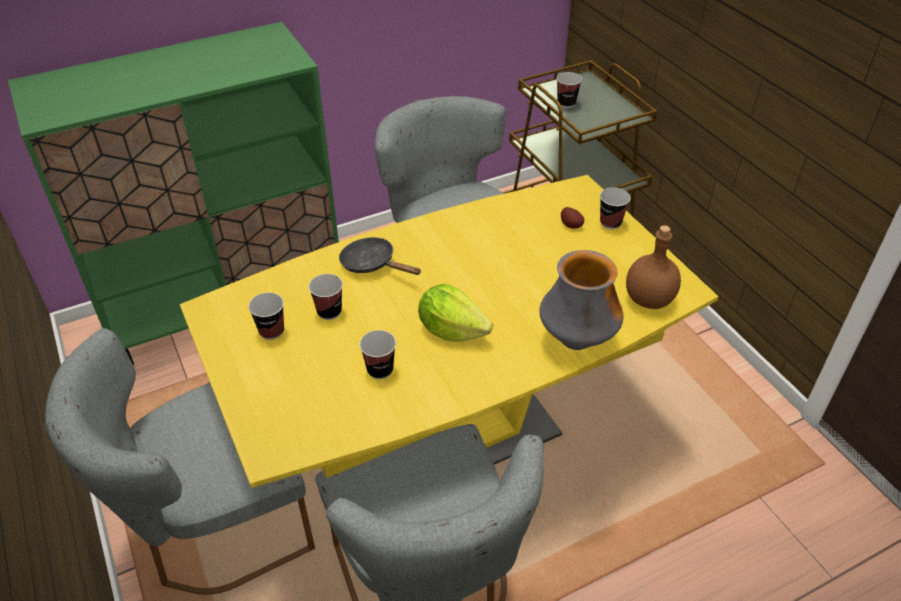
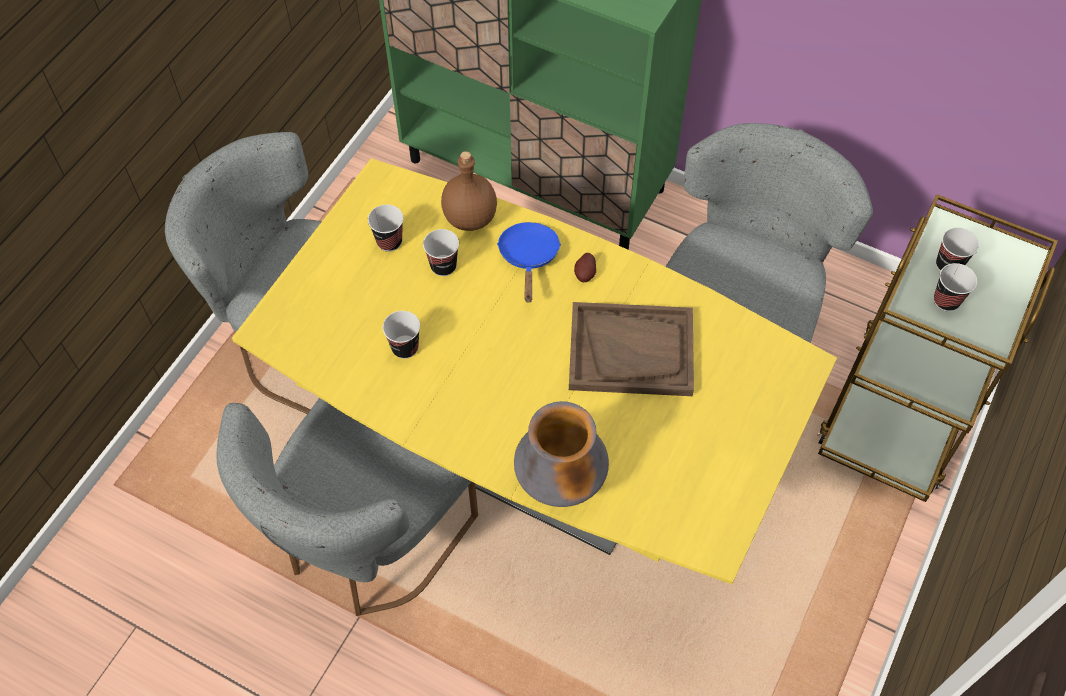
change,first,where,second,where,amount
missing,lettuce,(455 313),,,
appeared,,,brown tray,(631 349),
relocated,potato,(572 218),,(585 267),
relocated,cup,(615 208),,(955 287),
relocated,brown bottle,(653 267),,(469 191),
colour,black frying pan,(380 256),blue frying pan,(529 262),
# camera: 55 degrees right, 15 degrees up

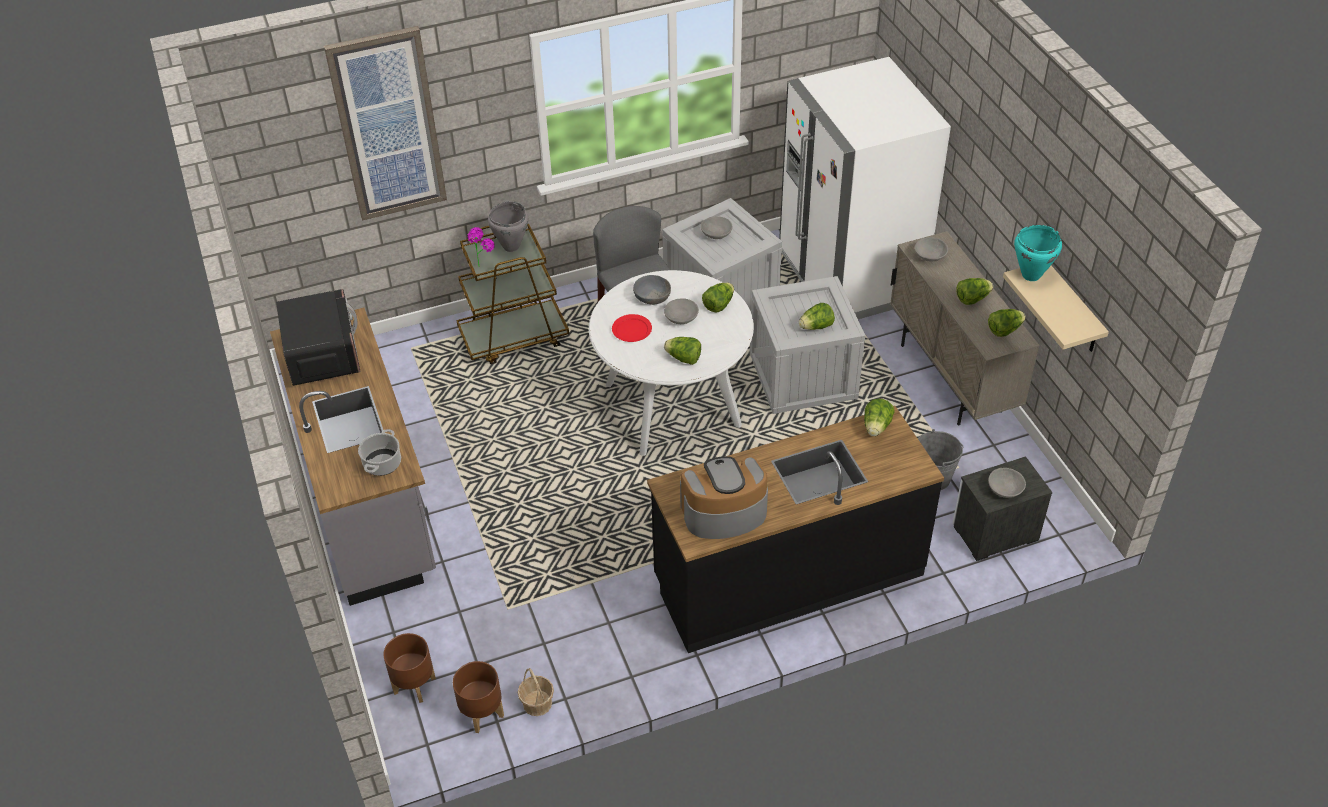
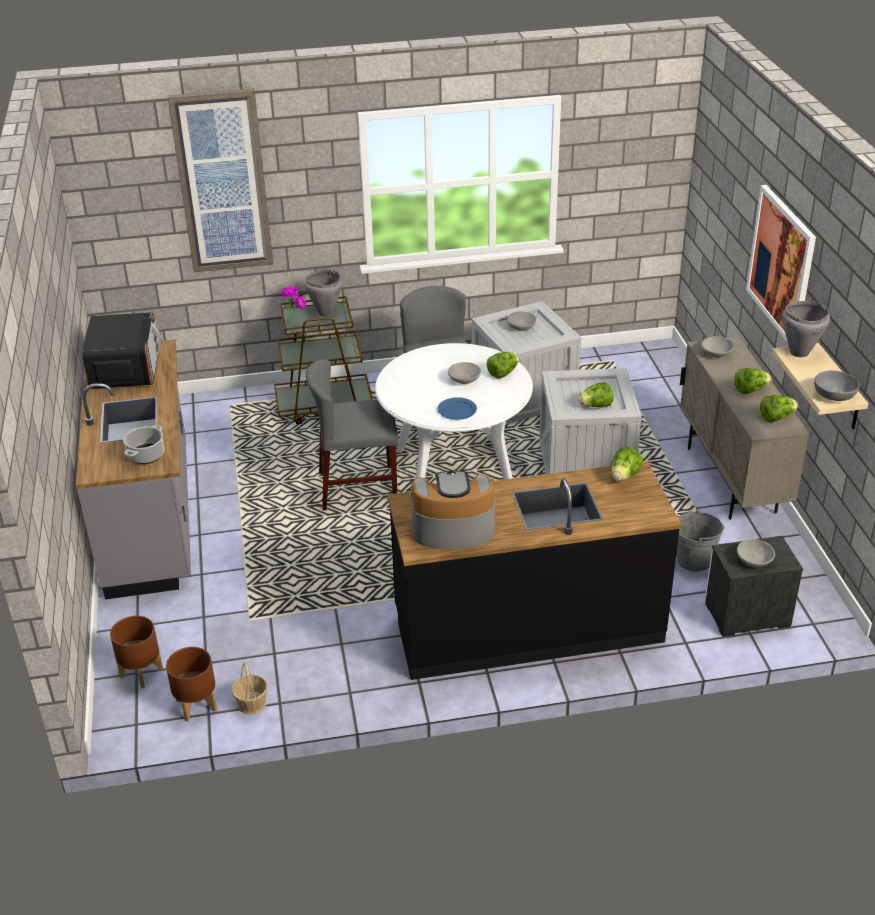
change,first,where,second,where,amount
missing,red plate,(632 328),,,
missing,white fridge,(865 188),,,
appeared,,,grey chair,(352 435),
appeared,,,picture,(781 264),
relocated,grey bowl,(652 290),,(837 385),
exchanged,lettuce,(682 351),blue plate,(457 408),
colour,turquoise cooking pot,(1038 253),grey cooking pot,(806 329),
# camera: 10 degrees right, 10 degrees down

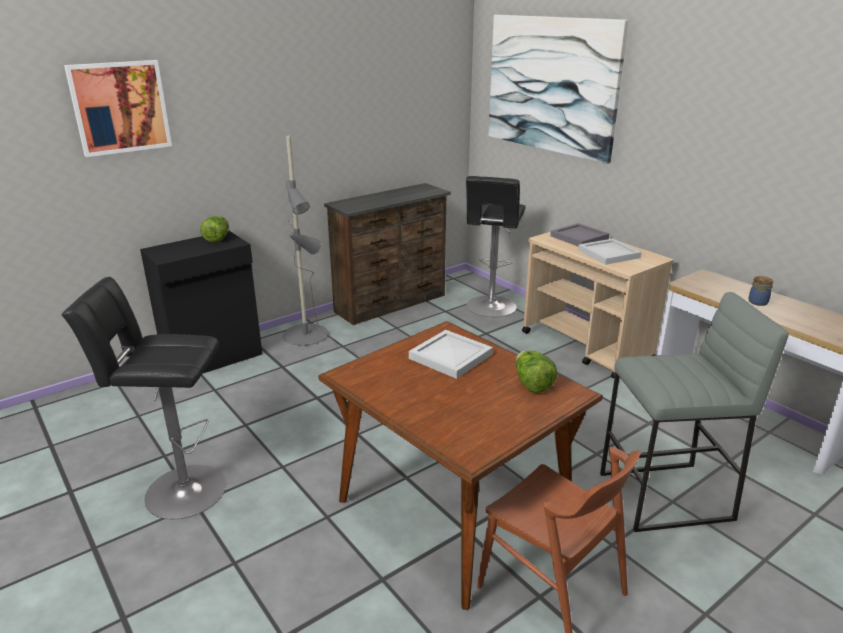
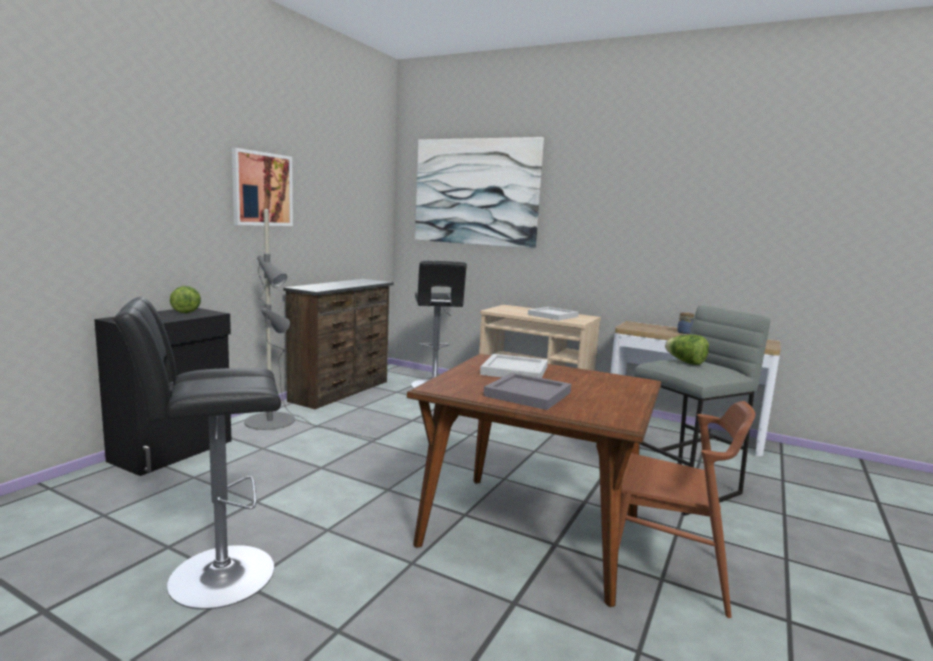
change,first,where,second,where,amount
relocated,picture,(118 108),,(262 187),
relocated,lettuce,(537 371),,(687 350),
relocated,grey tray,(579 234),,(527 391),
# camera: 25 degrees left, 15 degrees down

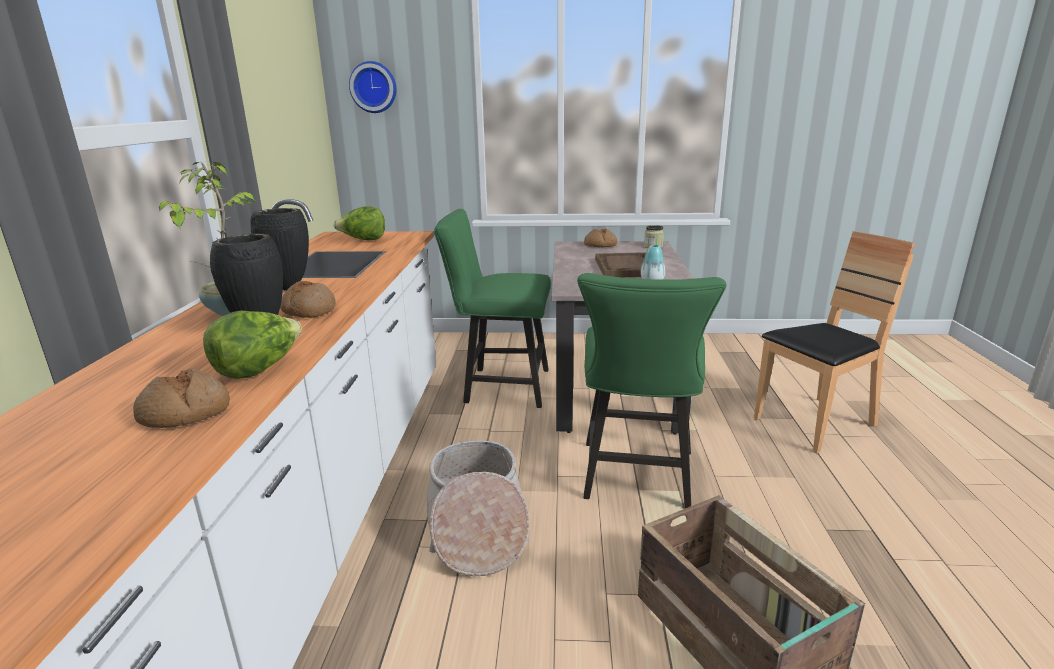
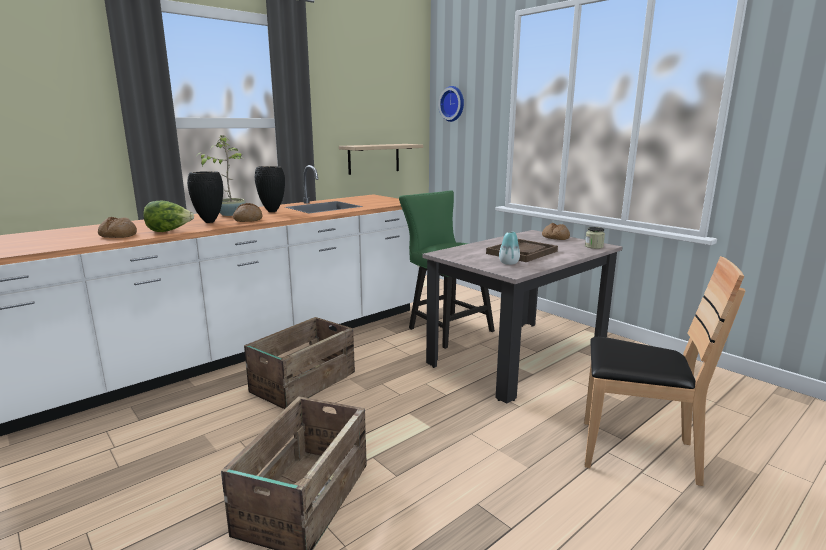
change,first,where,second,where,amount
missing,lettuce,(359 223),,,
missing,green chair,(652 390),,,
appeared,,,shelf,(381 159),
exchanged,basket,(478 508),crate,(299 363),
# camera: 45 degrees right, 5 degrees down

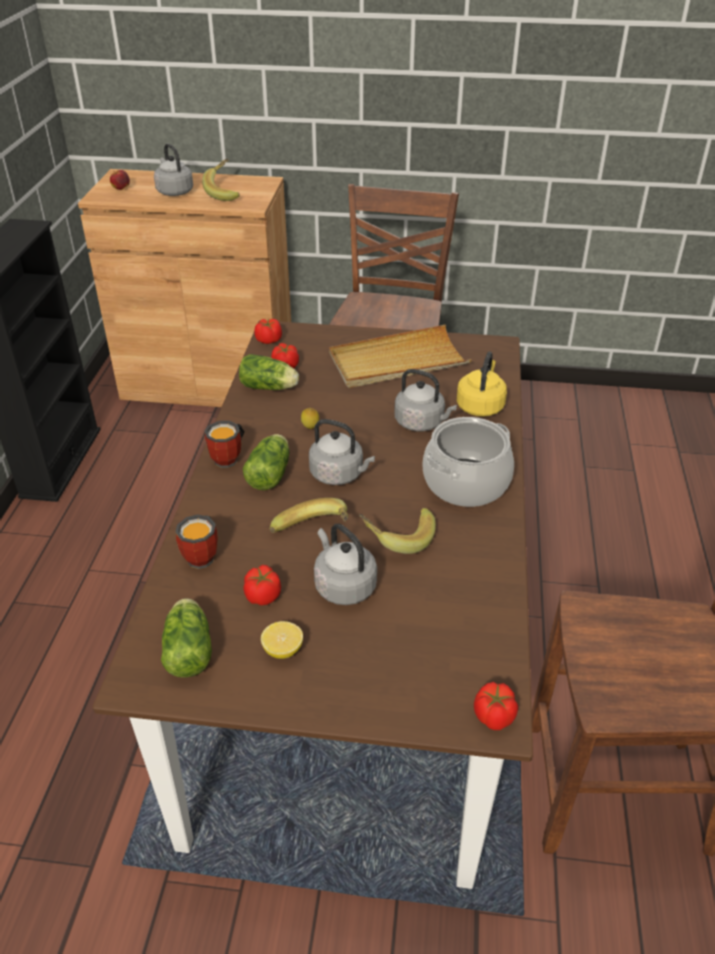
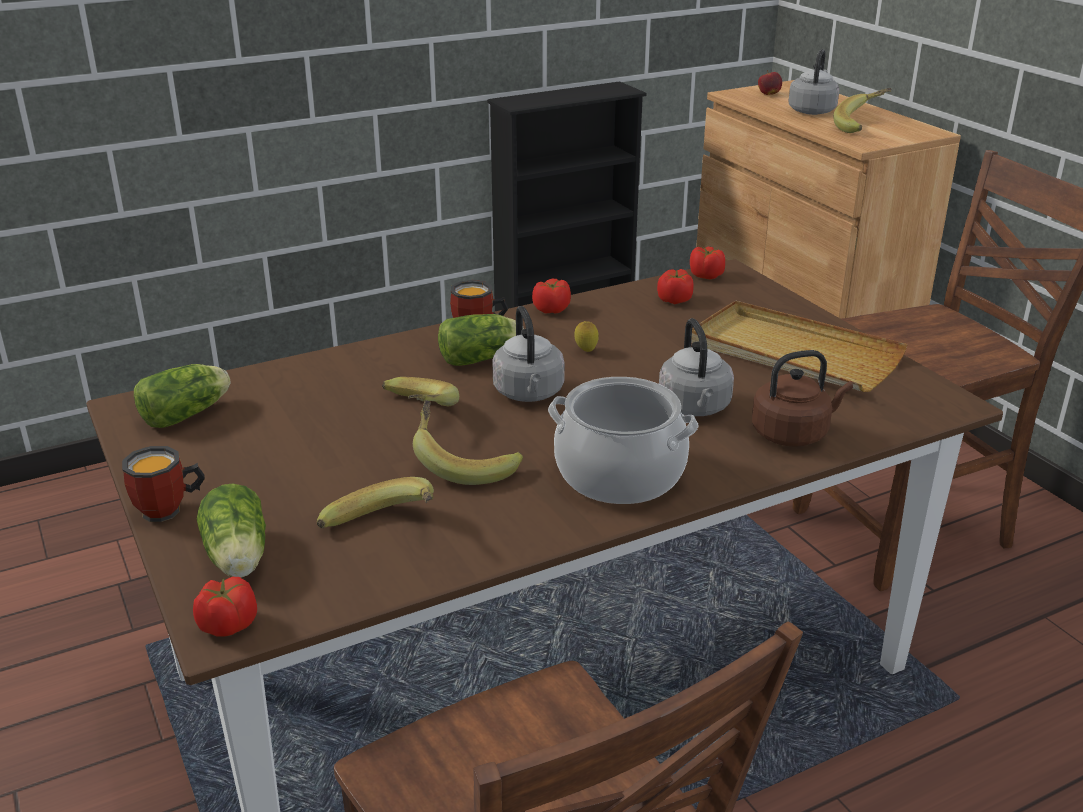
change,first,where,second,where,amount
missing,lemon,(282 640),,,
missing,grey kettle,(345 564),,,
appeared,,,banana,(375 502),
relocated,mug,(196 542),,(163 484),
relocated,lettuce,(269 372),,(231 530),
relocated,tomato,(262 585),,(551 296),
colour,yellow kettle,(482 384),brown kettle,(802 398),
# camera: 55 degrees right, 10 degrees down

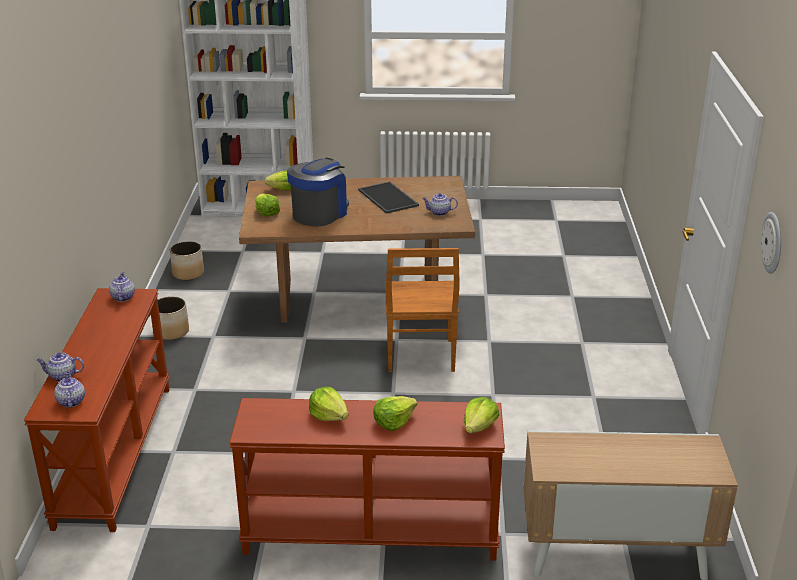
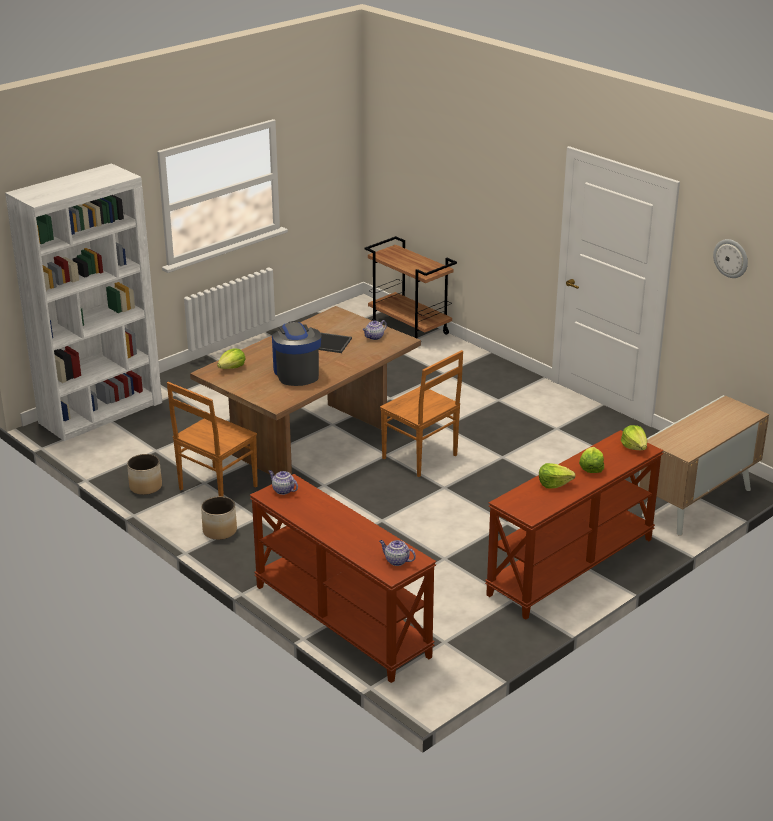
change,first,where,second,where,amount
missing,teapot,(60 367),,,
missing,lettuce,(267 204),,,
appeared,,,brown chair,(212 439),
appeared,,,brown cart,(411 287),
# camera: 45 degrees left, 0 degrees up

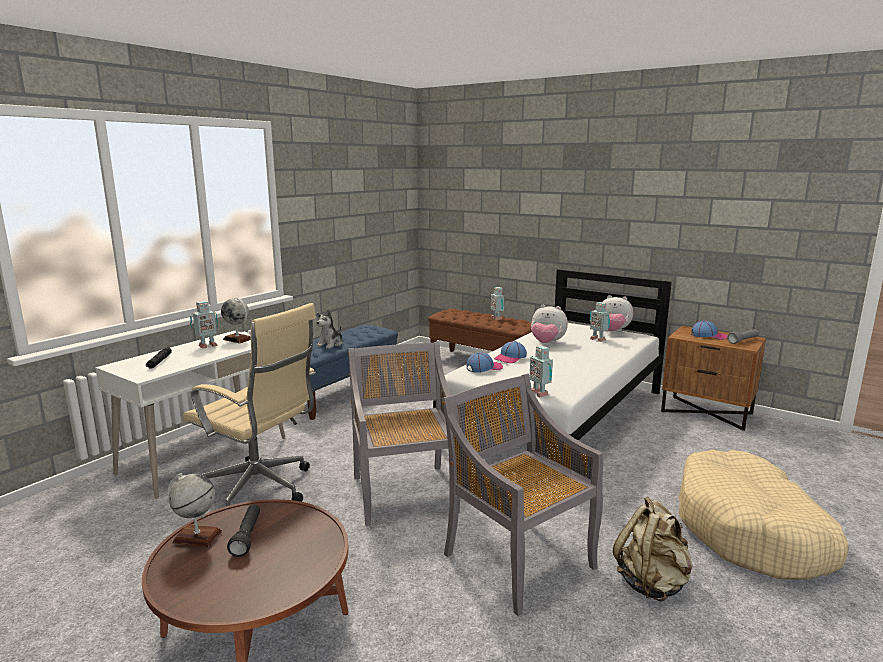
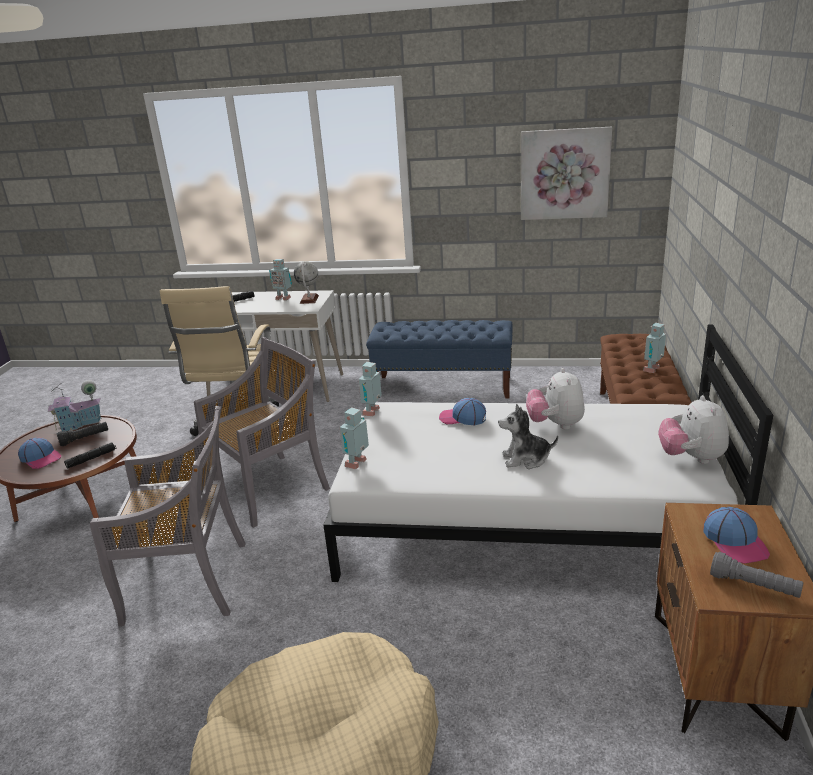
change,first,where,second,where,amount
missing,beige backpack,(653 549),,,
appeared,,,black flashlight,(90 456),
appeared,,,picture,(566 173),
relocated,plush toy,(329 329),,(528 436),
relocated,cap,(484 362),,(39 453),
relocated,toy robot,(600 322),,(370 389),
exchanged,globe,(195 510),toy house,(74 406),
spun,grey chair,(522 495),,(168 516),60 degrees clockwise
# camera: 65 degrees right, 10 degrees up

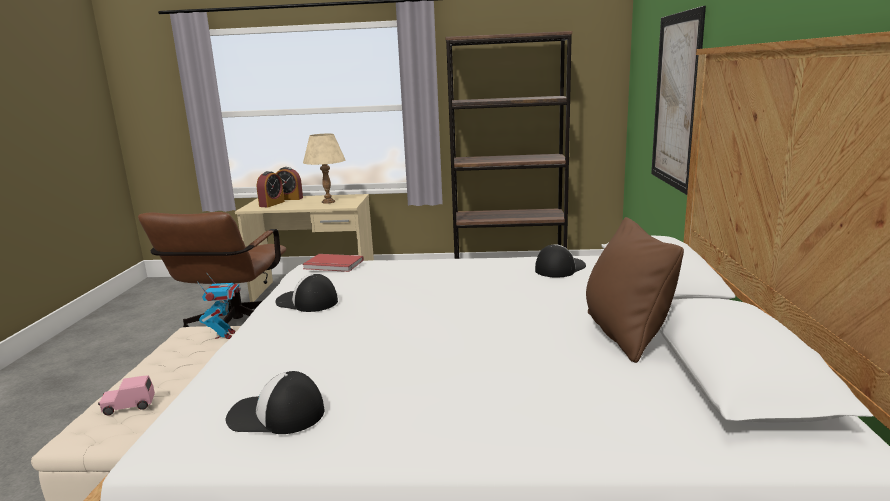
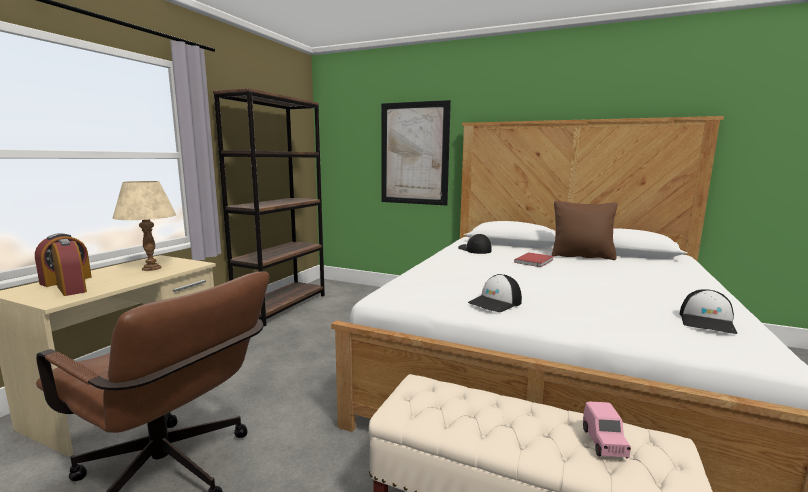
change,first,where,second,where,amount
missing,toy robot,(219 307),,,
relocated,red book,(333 263),,(534 259),
# camera: 70 degrees left, 5 degrees down

